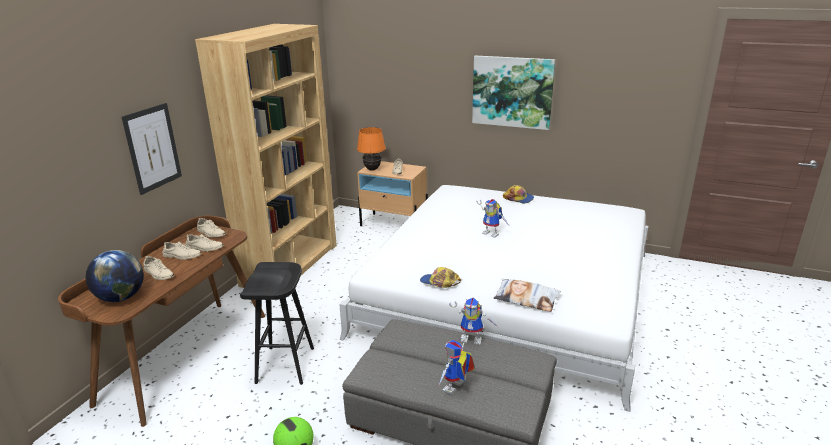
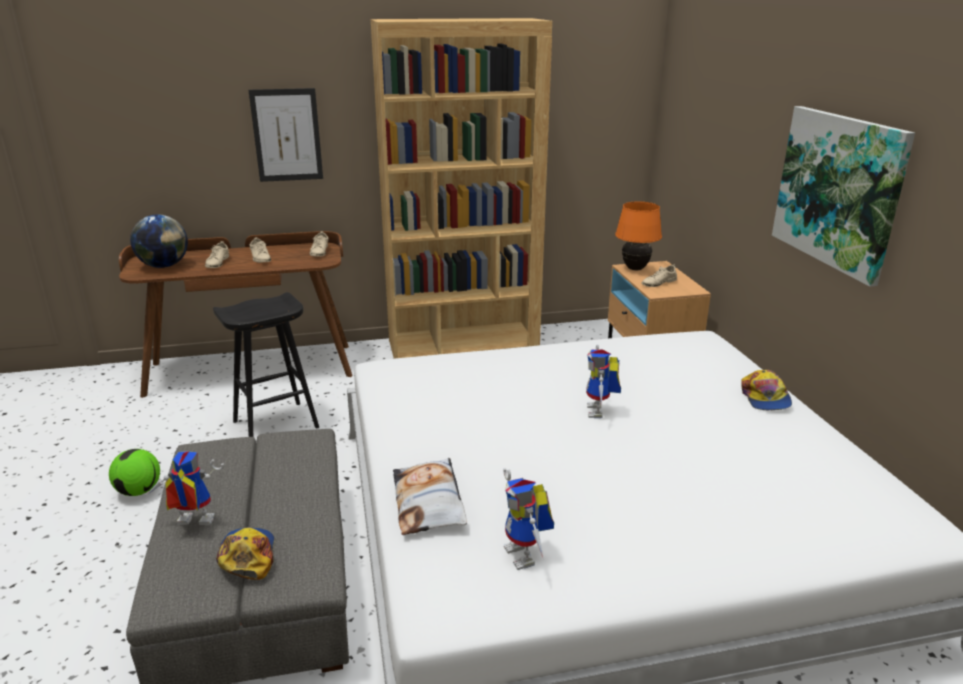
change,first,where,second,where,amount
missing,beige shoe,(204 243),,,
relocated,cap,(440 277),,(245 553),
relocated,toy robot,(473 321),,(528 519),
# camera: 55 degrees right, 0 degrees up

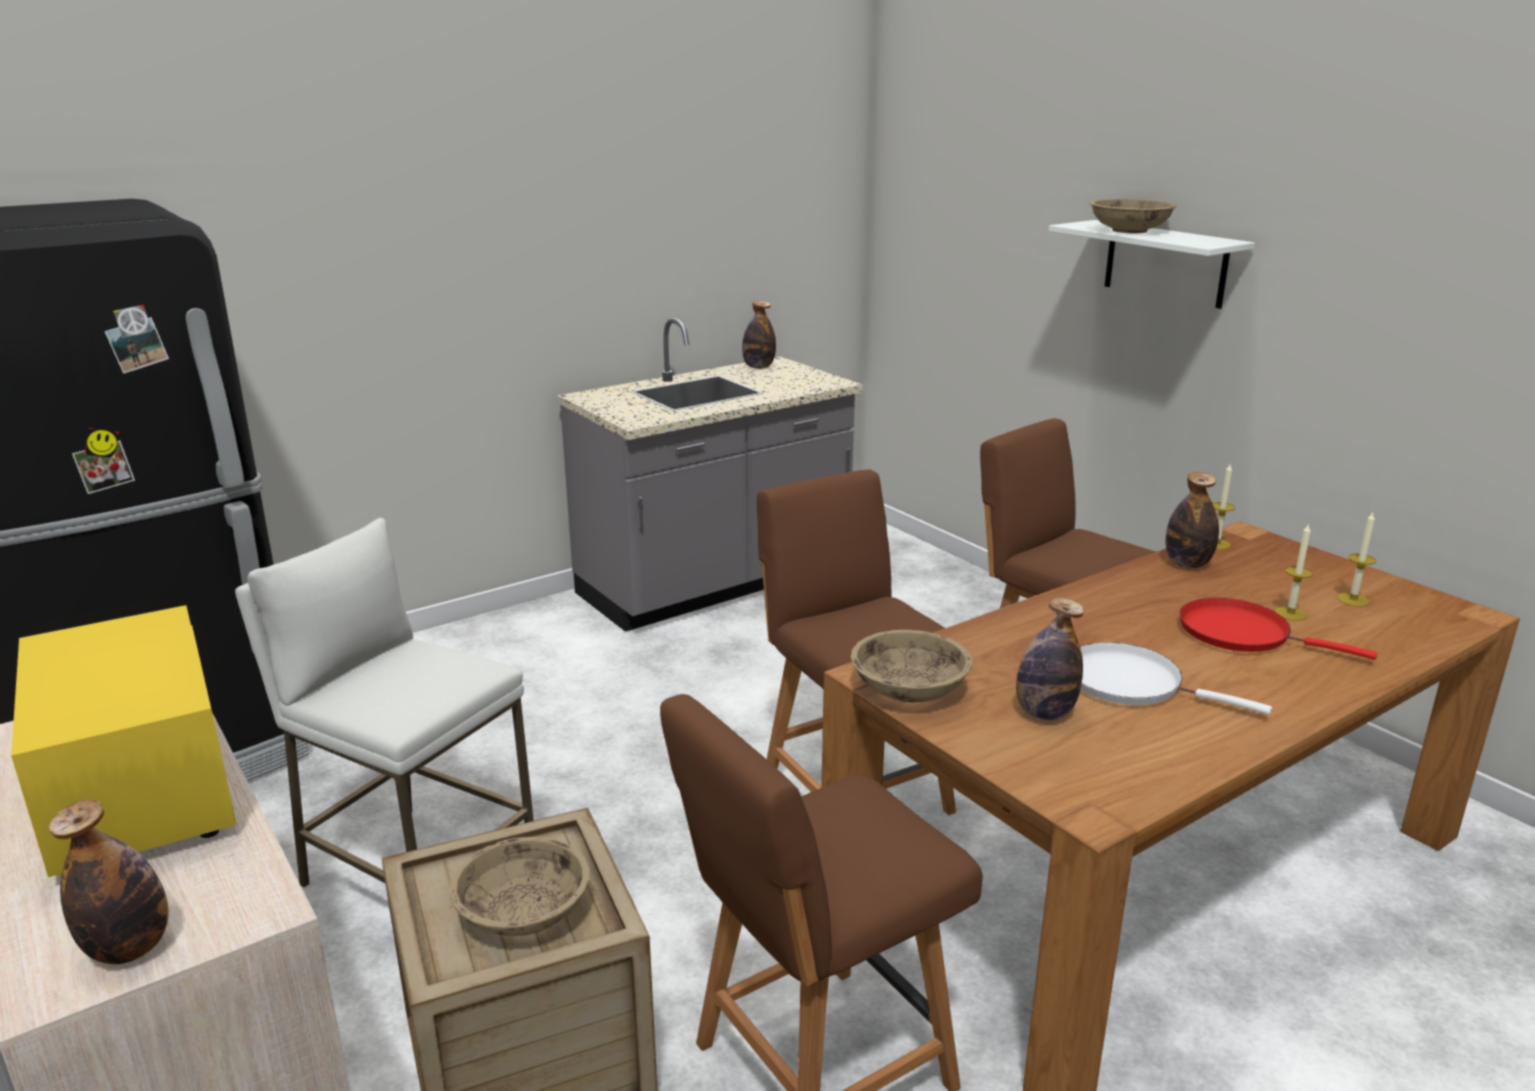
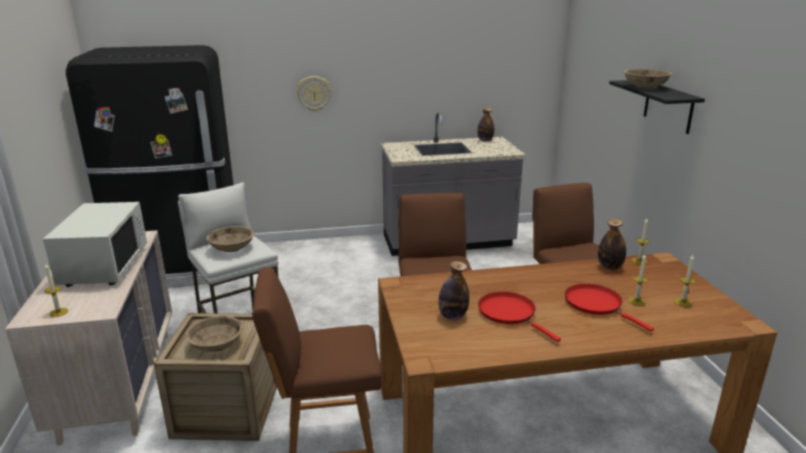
change,first,where,second,where,amount
appeared,,,wall clock,(314 93),
relocated,beige bowl,(911 666),,(230 239),
exchanged,bottle,(108 882),candle,(56 290),
colour,yellow microwave,(124 741),white microwave,(95 244),
colour,white shelf,(1152 264),black shelf,(657 107),
colour,white frying pan,(1176 678),red frying pan,(519 317),
# camera: 25 degrees right, 0 degrees up

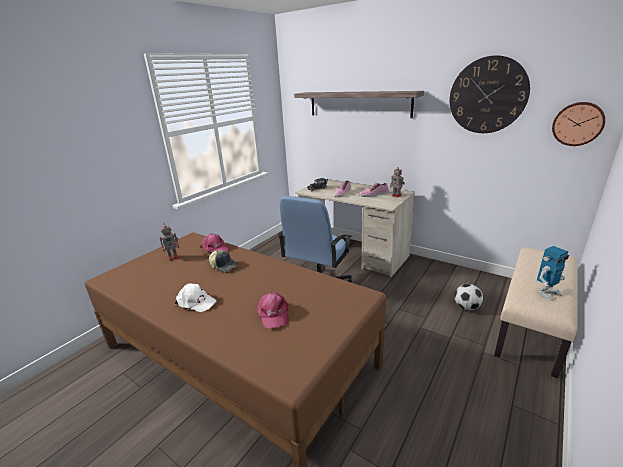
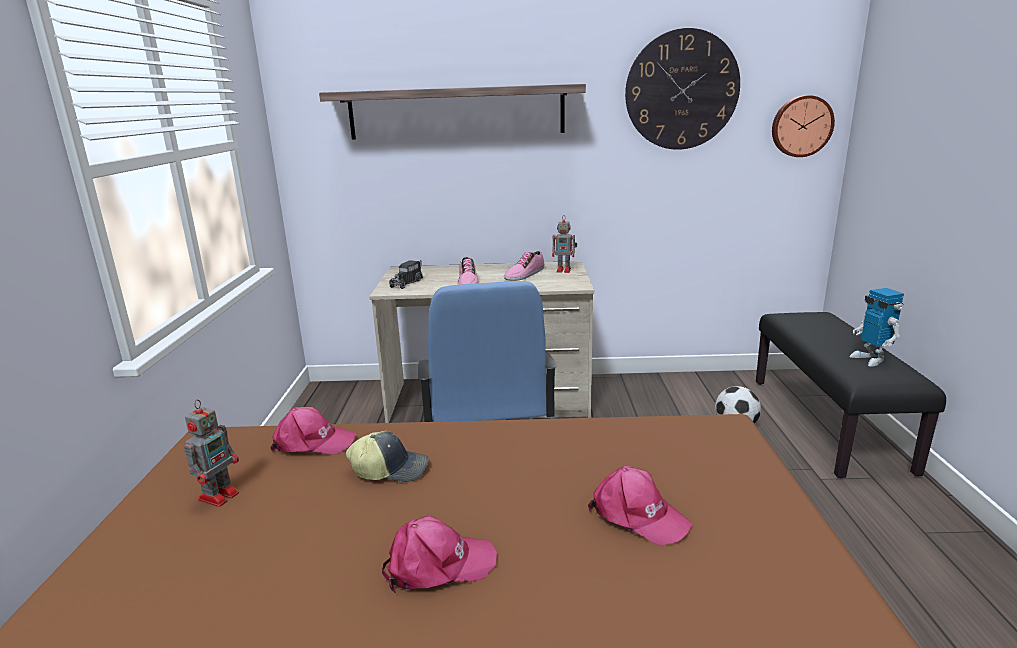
change,first,where,second,where,amount
colour,white cap,(195 297),pink cap,(439 554),
colour,beige bench,(536 312),black bench,(851 395),
spun,toy robot,(553 273),,(876 327),135 degrees clockwise
# camera: 35 degrees left, 5 degrees down

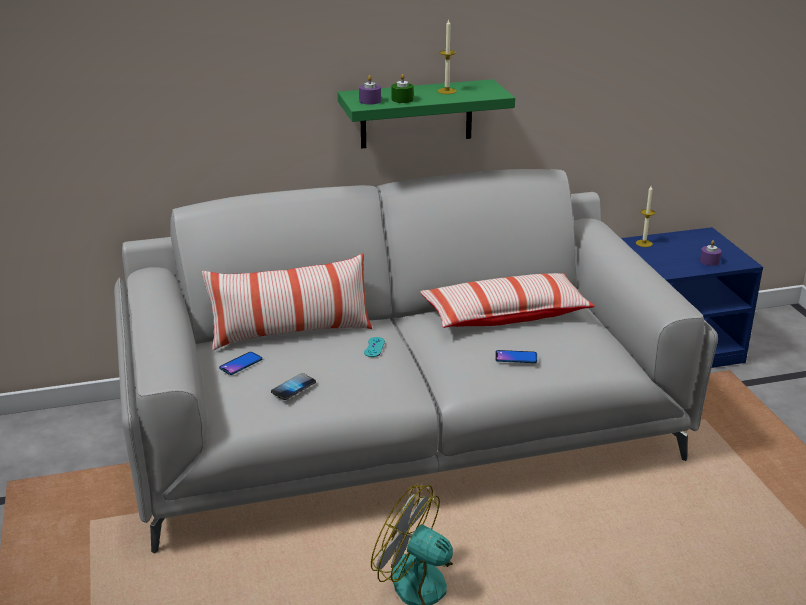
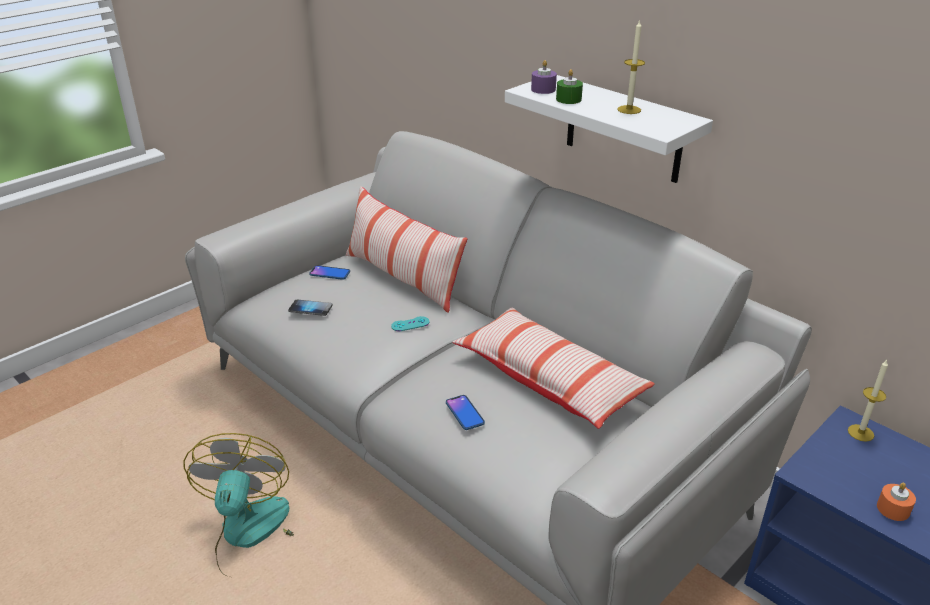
change,first,where,second,where,amount
colour,green shelf,(426 113),white shelf,(609 129),
colour,purple candle,(711 253),orange candle,(896 502),
# camera: 60 degrees right, 5 degrees up

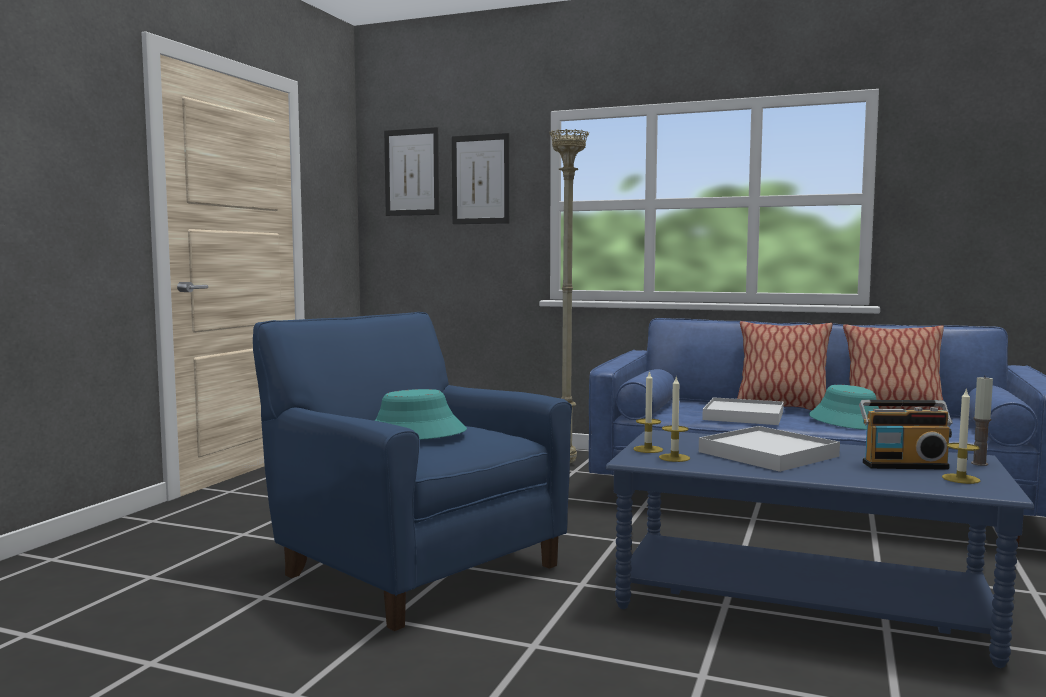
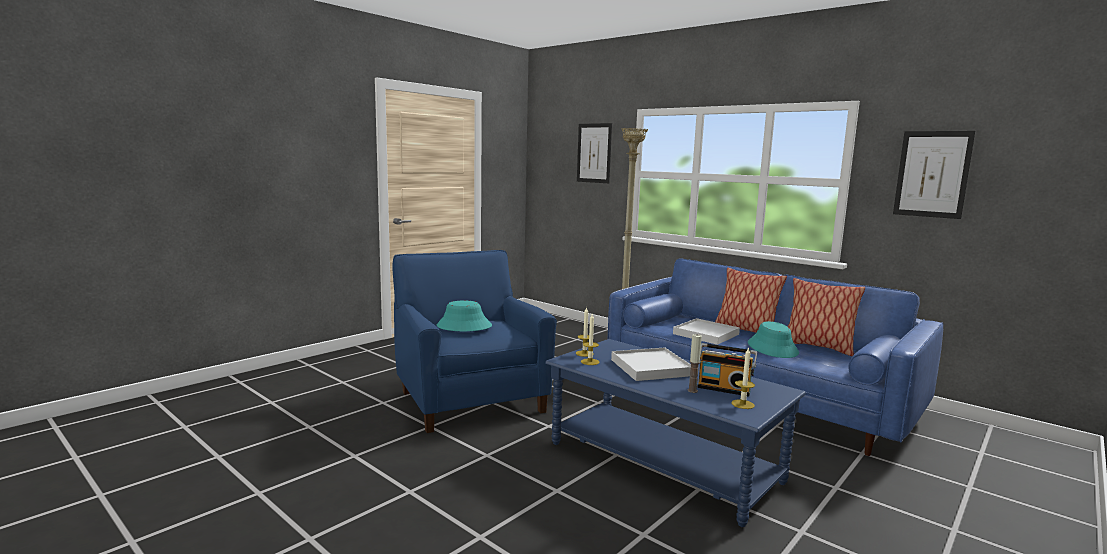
change,first,where,second,where,amount
relocated,picture,(411 171),,(934 175),
relocated,candle,(982 420),,(694 363),
# camera: 20 degrees right, 5 degrees up

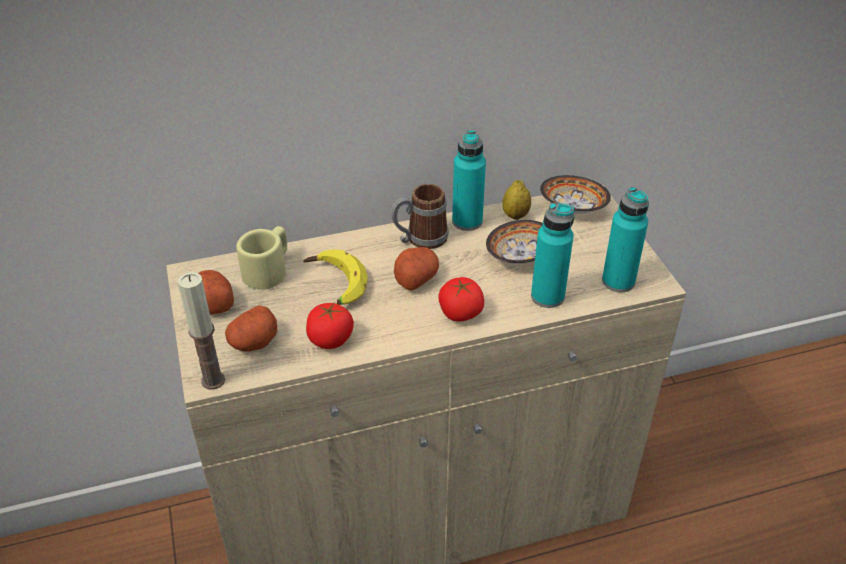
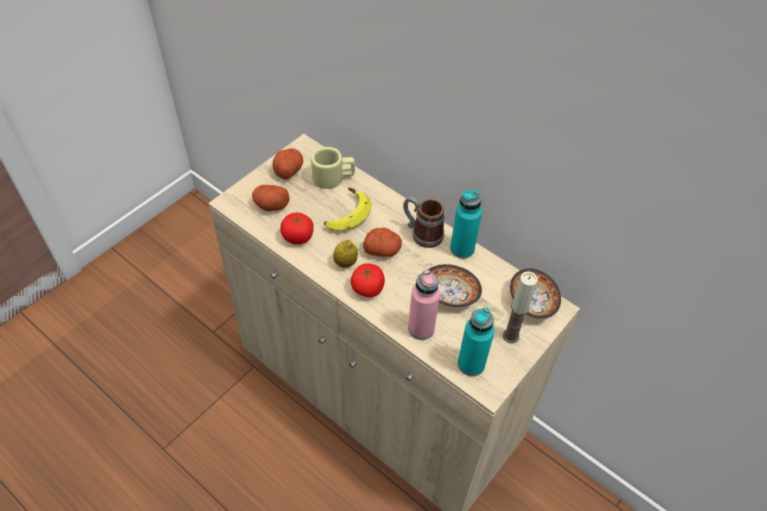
change,first,where,second,where,amount
relocated,candle,(201 330),,(520 307),
relocated,lemon,(516 200),,(345 254),
colour,turquoise bottle,(552 255),pink bottle,(424 305),
# camera: 55 degrees right, 10 degrees up

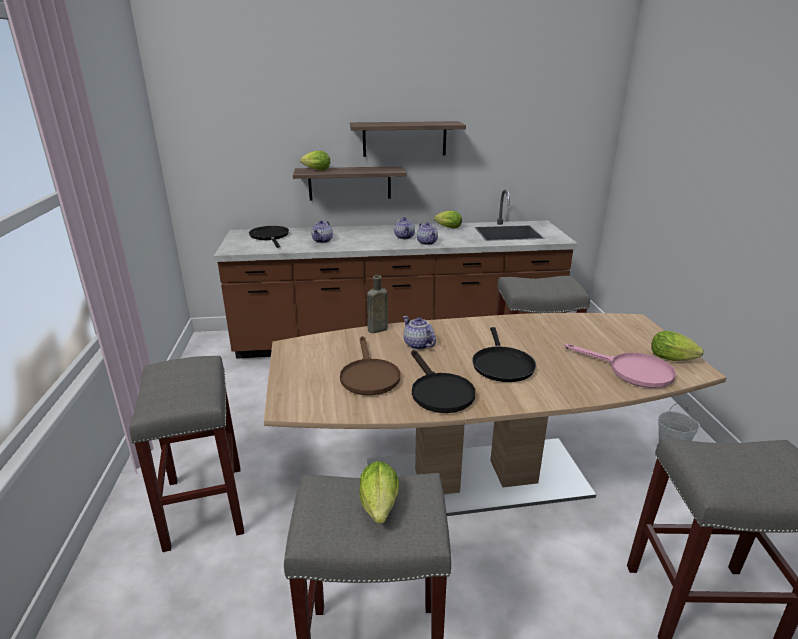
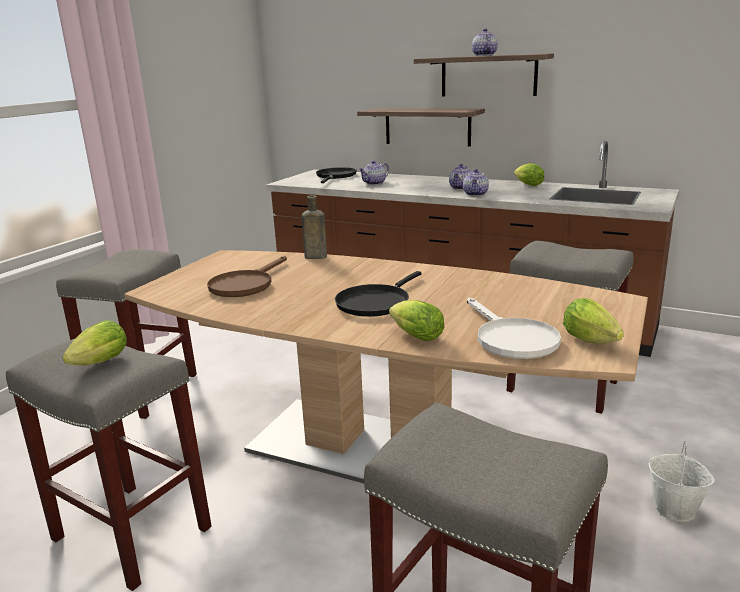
change,first,where,second,where,amount
missing,black frying pan,(443 381),,,
relocated,lettuce,(315 160),,(416 320),
relocated,teapot,(419 333),,(485 42),
colour,pink frying pan,(620 366),white frying pan,(514 328),
# camera: 35 degrees right, 5 degrees down

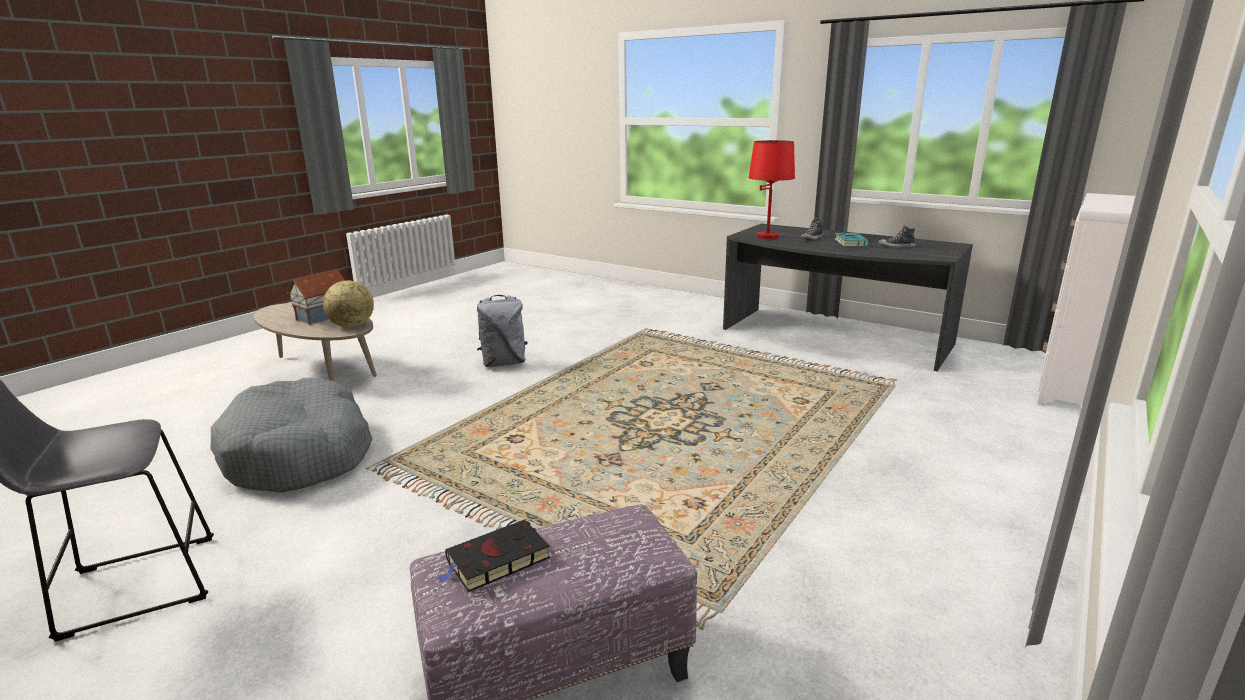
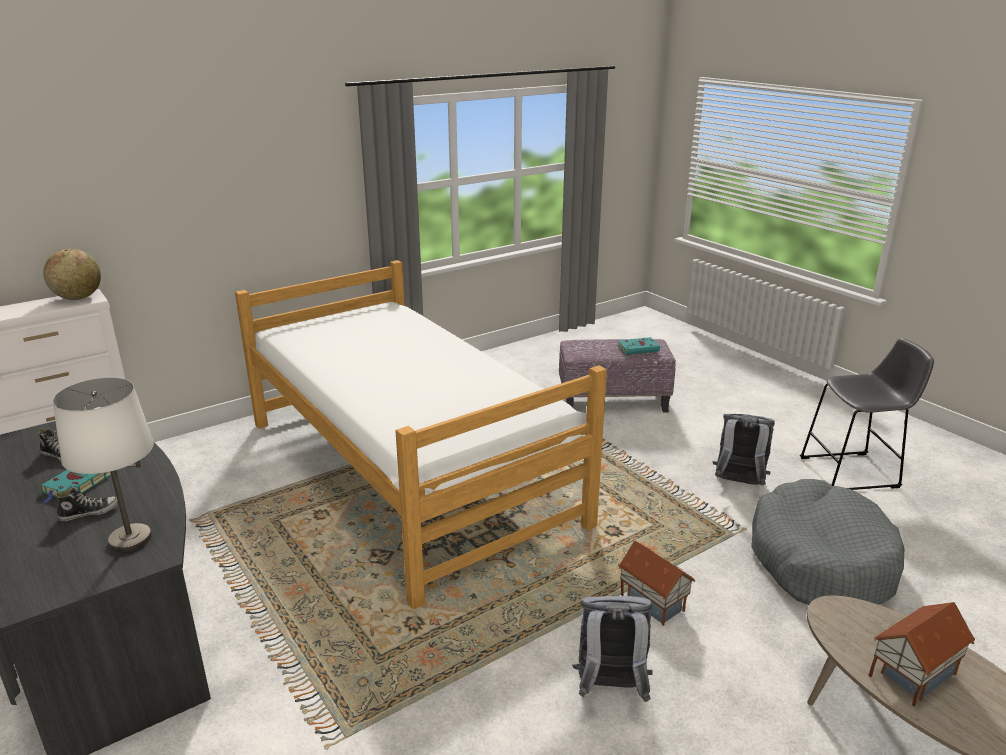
change,first,where,second,where,amount
appeared,,,bed,(421 434),
appeared,,,toy house,(656 583),
appeared,,,grey backpack,(744 450),
relocated,globe,(348 304),,(72 274),
colour,black book,(493 555),turquoise book,(640 346),
colour,red table lamp,(771 189),white table lamp,(103 465),
# camera: 160 degrees left, 5 degrees up

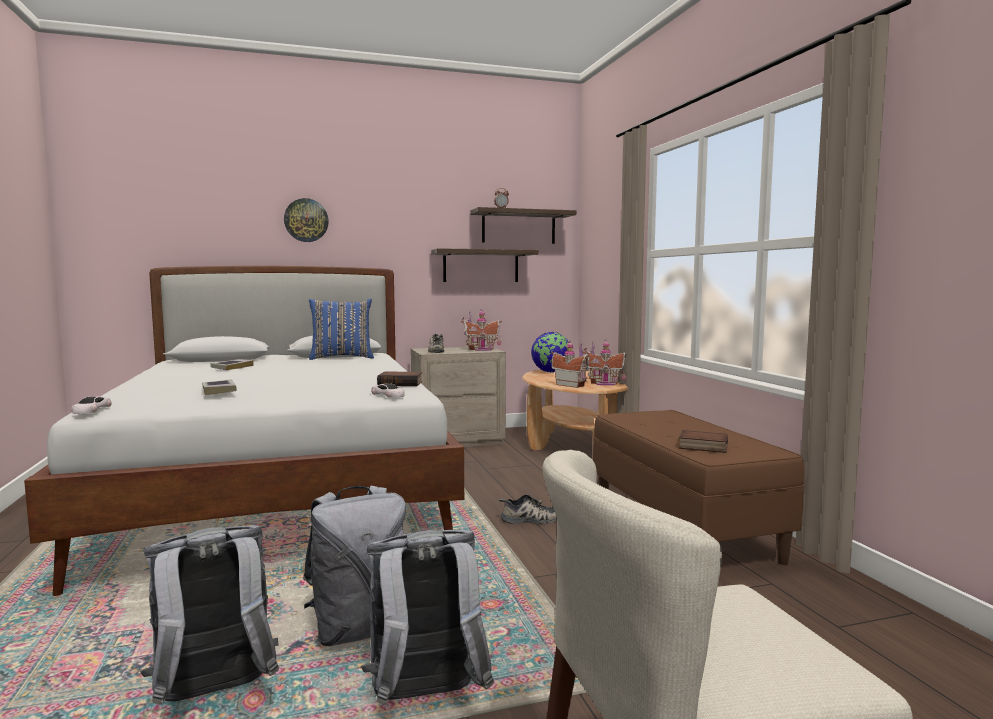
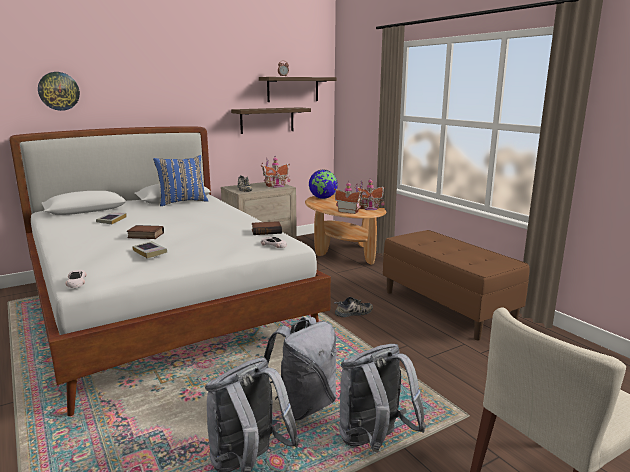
change,first,where,second,where,amount
relocated,wall clock,(306 220),,(59 91),
relocated,book,(703 441),,(145 232),
# camera: 15 degrees left, 10 degrees up

